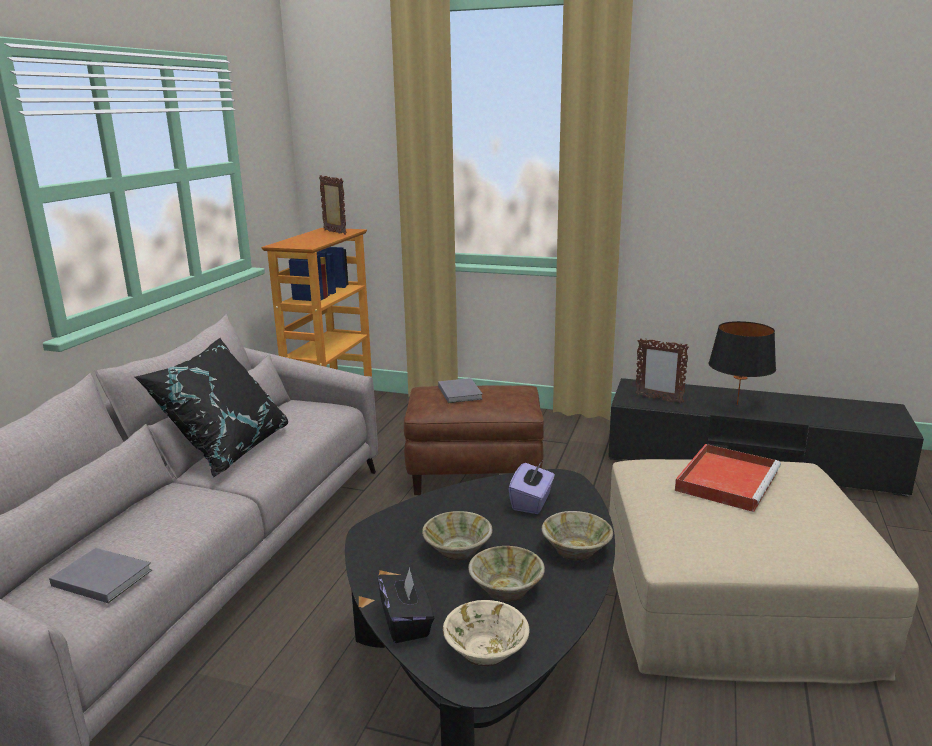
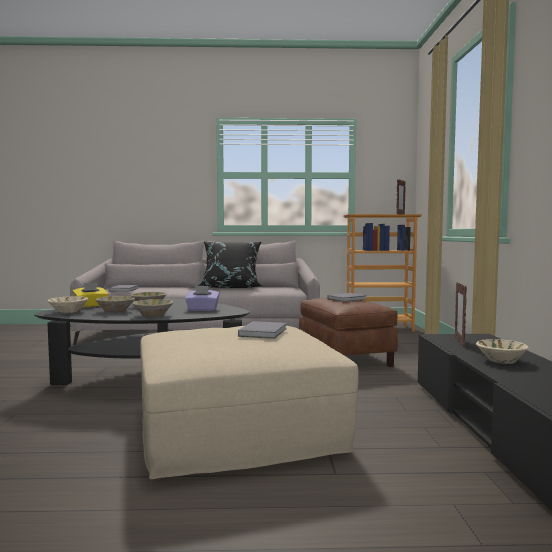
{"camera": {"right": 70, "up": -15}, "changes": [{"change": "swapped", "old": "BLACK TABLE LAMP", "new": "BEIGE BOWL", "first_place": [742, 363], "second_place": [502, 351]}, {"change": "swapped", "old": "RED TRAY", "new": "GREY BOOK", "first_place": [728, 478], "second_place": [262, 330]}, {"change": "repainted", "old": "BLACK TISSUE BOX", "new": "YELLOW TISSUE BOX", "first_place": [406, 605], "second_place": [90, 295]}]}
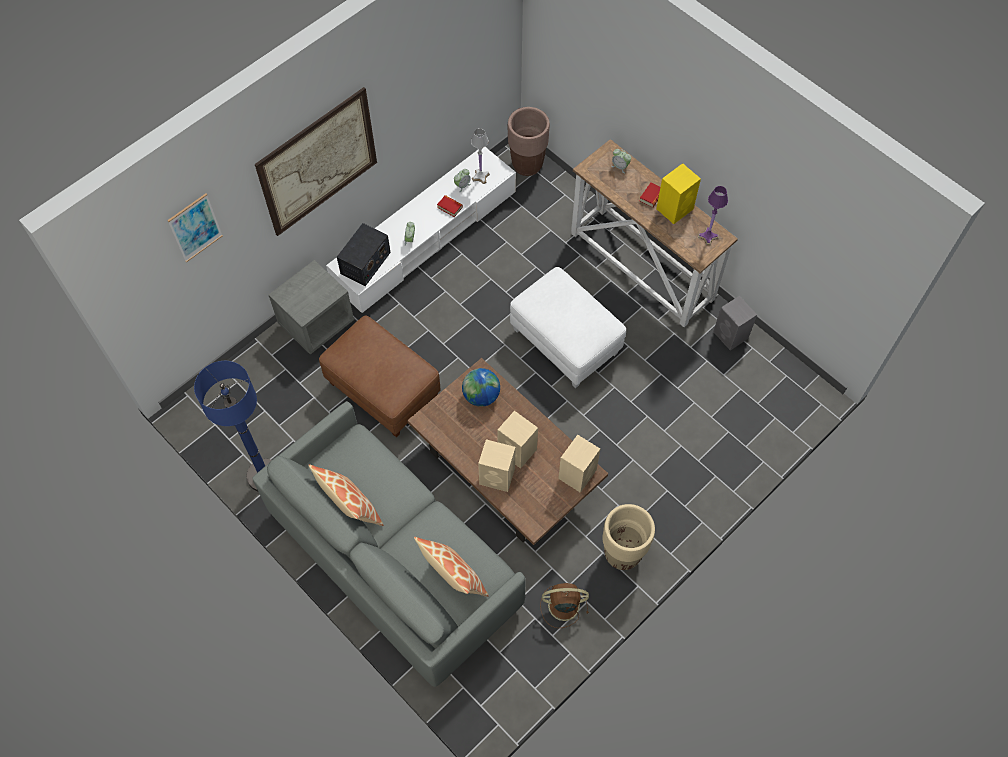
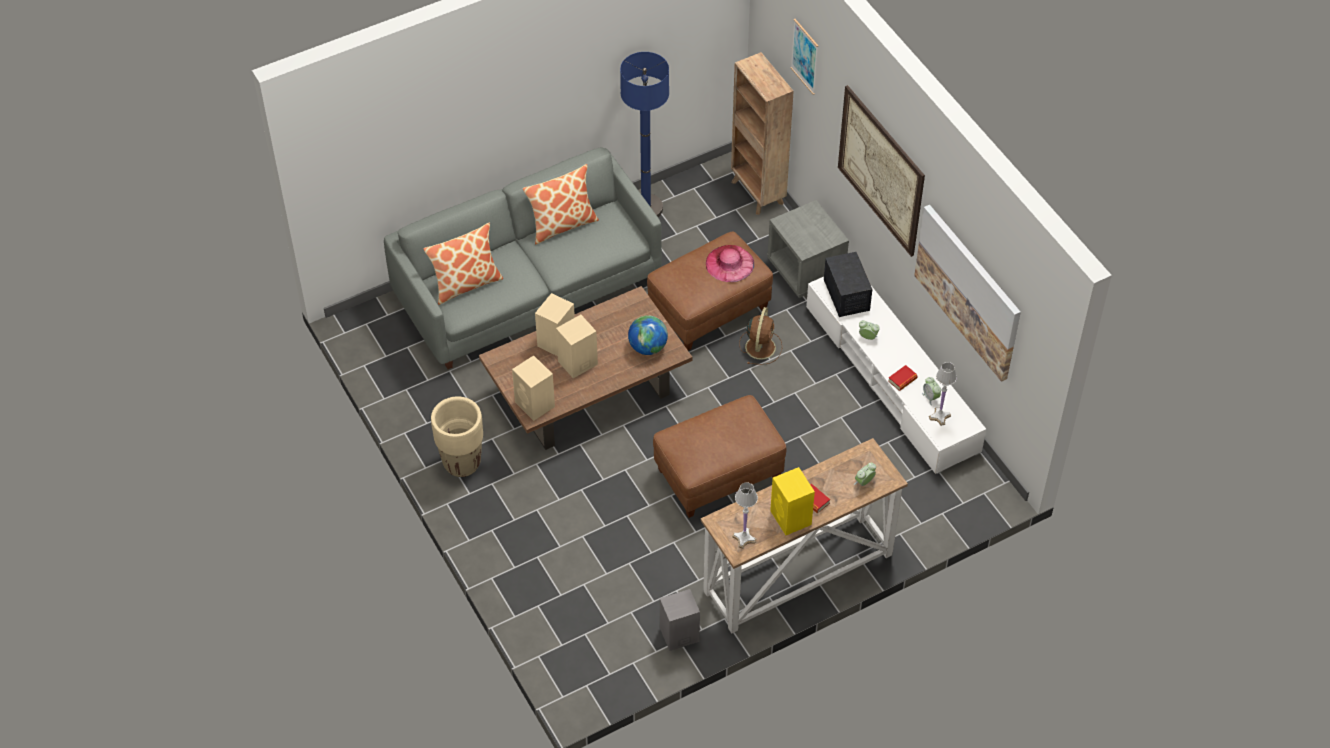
{"camera": {"right": 105, "up": -10}, "changes": [{"change": "gone", "old": "BROWN PLANTER", "first_place": [529, 141]}, {"change": "repainted", "old": "PURPLE TABLE LAMP", "new": "WHITE TABLE LAMP", "first_place": [713, 215], "second_place": [745, 515]}, {"change": "rotated", "old": "RADIO", "first_place": [364, 254], "second_place": [848, 284], "degrees": -150}, {"change": "repainted", "old": "WHITE OTTOMAN", "new": "BROWN OTTOMAN", "first_place": [568, 327], "second_place": [719, 456]}, {"change": "shifted", "old": "BROWN FAN", "first_place": [564, 605], "second_place": [760, 336]}, {"change": "new", "new": "BROWN BOOKCASE", "second_place": [762, 133]}, {"change": "new", "new": "PICTURE", "second_place": [967, 293]}, {"change": "new", "new": "PINK HAT", "second_place": [730, 263]}]}
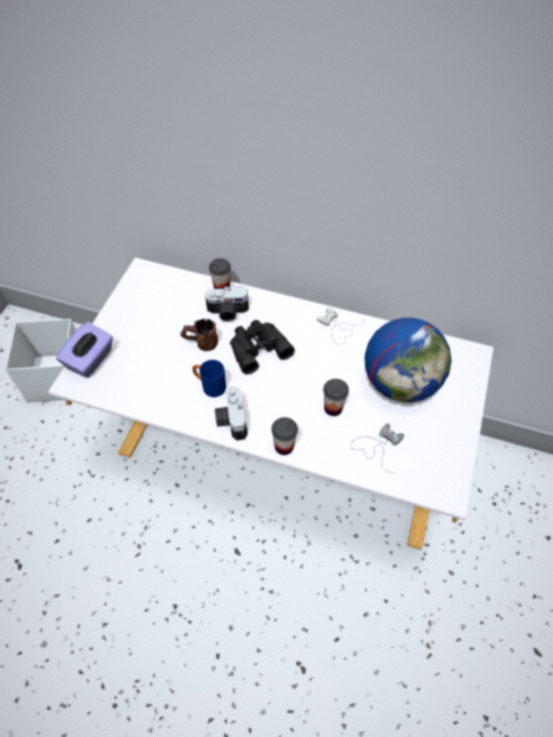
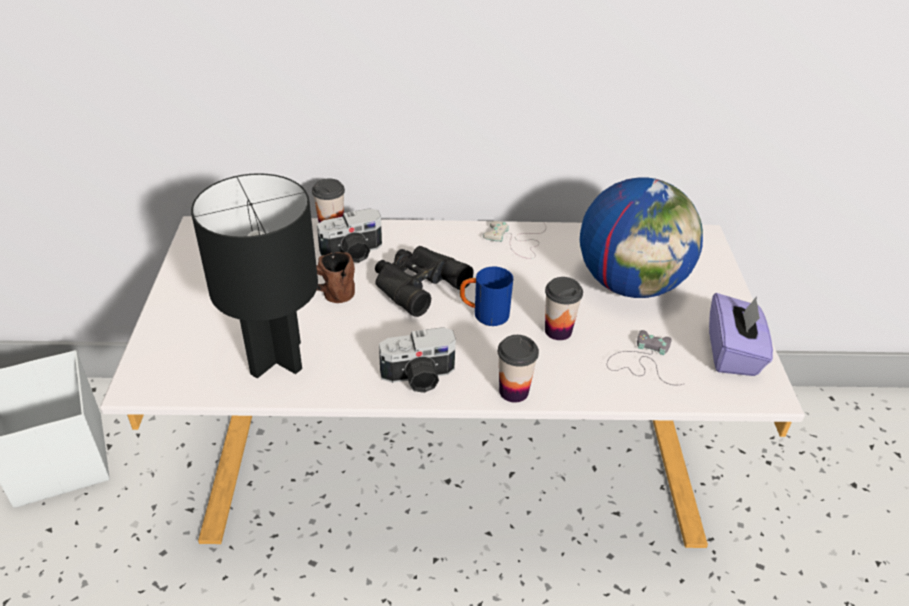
{"camera": {"right": -20, "up": -15}, "changes": [{"change": "shifted", "old": "PURPLE TISSUE BOX", "first_place": [84, 350], "second_place": [741, 334]}, {"change": "shifted", "old": "BLUE MUG", "first_place": [209, 378], "second_place": [486, 296]}, {"change": "rotated", "old": "PHOTO CAMERA", "first_place": [231, 414], "second_place": [417, 360], "degrees": -75}, {"change": "new", "new": "BLACK TABLE LAMP", "second_place": [254, 275]}]}
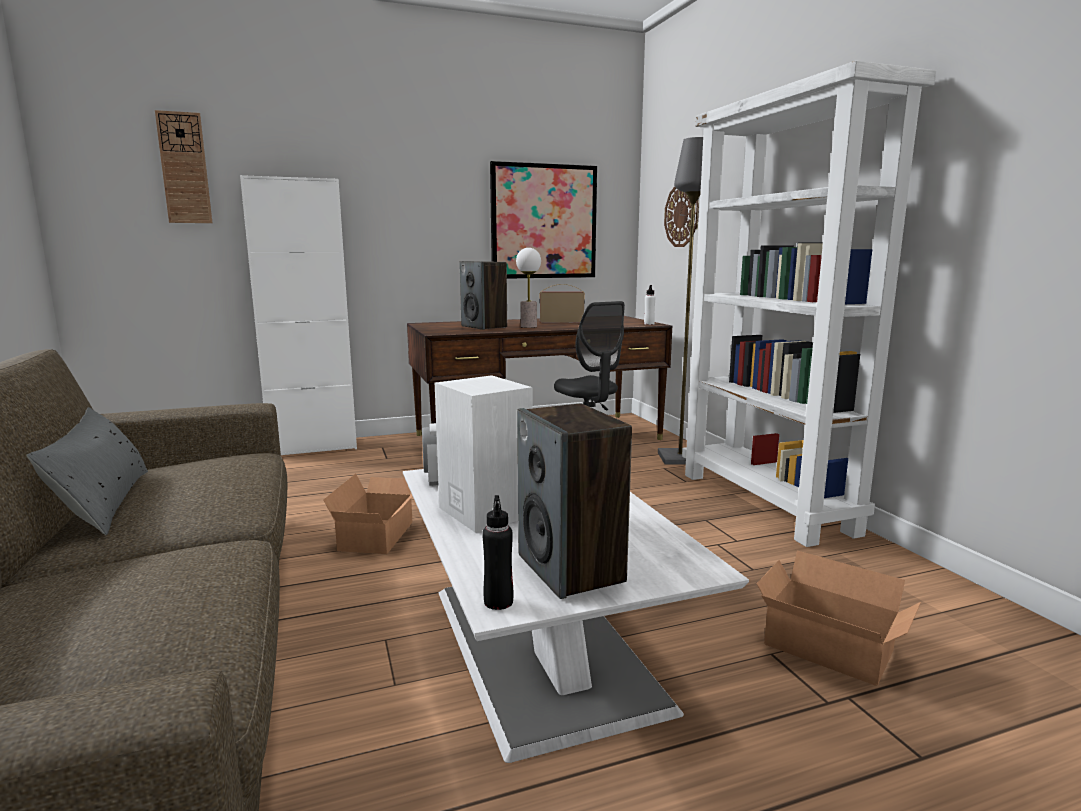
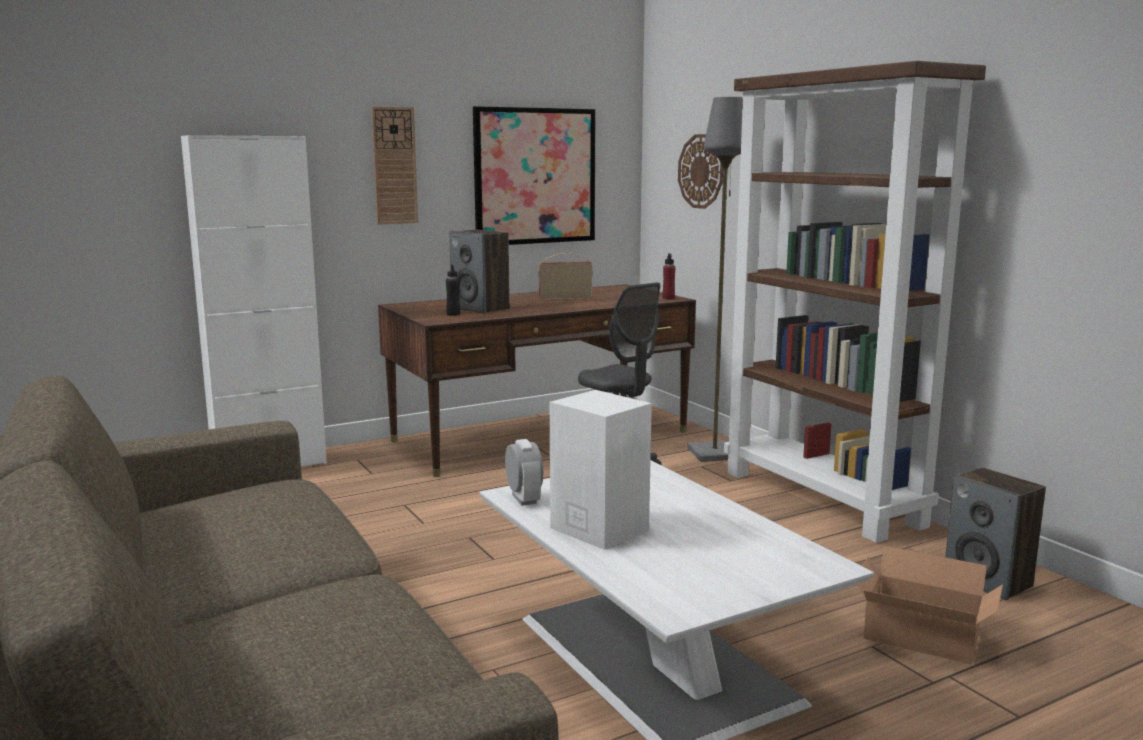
{"camera": {"right": -10, "up": 0}, "changes": [{"change": "repainted", "old": "WHITE BOOKCASE", "new": "BROWN BOOKCASE", "first_place": [809, 304], "second_place": [855, 302]}, {"change": "shifted", "old": "WALL CLOCK", "first_place": [183, 166], "second_place": [394, 165]}, {"change": "gone", "old": "TABLE LAMP", "first_place": [528, 288]}, {"change": "repainted", "old": "WHITE BOTTLE", "new": "RED BOTTLE", "first_place": [650, 305], "second_place": [668, 276]}, {"change": "shifted", "old": "SPEAKER", "first_place": [574, 501], "second_place": [995, 534]}, {"change": "gone", "old": "GREY PILLOW", "first_place": [87, 471]}, {"change": "gone", "old": "CARDBOARD BOX", "first_place": [368, 514]}, {"change": "shifted", "old": "BLACK BOTTLE", "first_place": [498, 552], "second_place": [453, 290]}]}
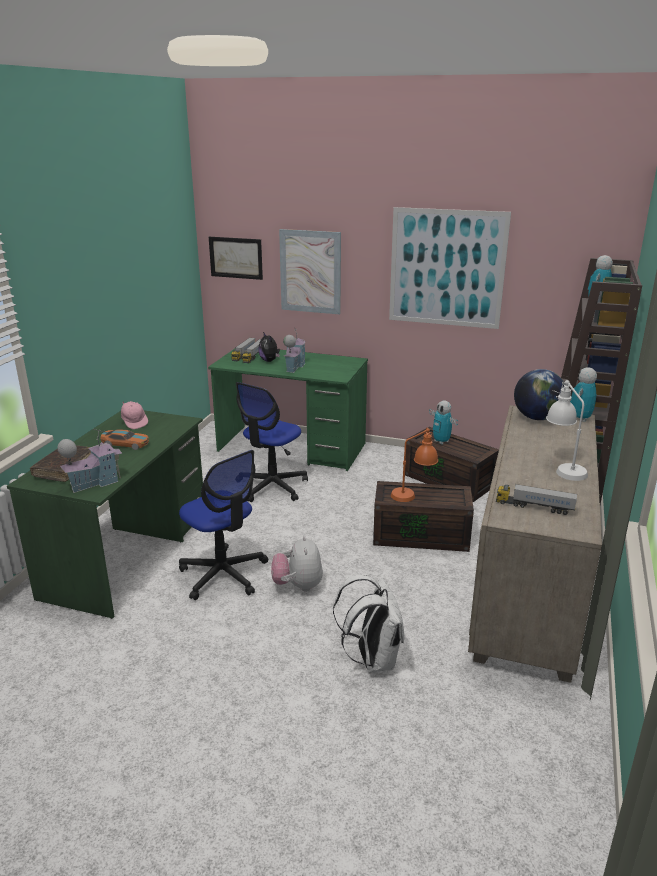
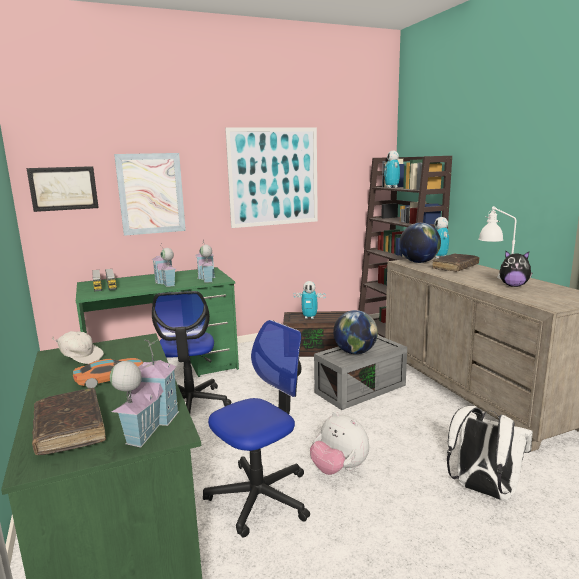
{"camera": {"right": -40, "up": -10}, "changes": [{"change": "shifted", "old": "PLUSH TOY", "first_place": [269, 347], "second_place": [515, 269]}, {"change": "repainted", "old": "PINK CAP", "new": "WHITE CAP", "first_place": [134, 415], "second_place": [77, 347]}, {"change": "swapped", "old": "ORANGE TABLE LAMP", "new": "GLOBE", "first_place": [414, 464], "second_place": [355, 332]}, {"change": "rotated", "old": "OFFICE CHAIR", "first_place": [223, 525], "second_place": [256, 429], "degrees": -45}, {"change": "repainted", "old": "BROWN STORAGE BOX", "new": "GREY STORAGE BOX", "first_place": [423, 516], "second_place": [360, 372]}, {"change": "gone", "old": "TOY TRUCK", "first_place": [536, 499]}, {"change": "new", "new": "TOY HOUSE", "second_place": [205, 261]}, {"change": "new", "new": "BROWN BOOK", "second_place": [455, 262]}]}
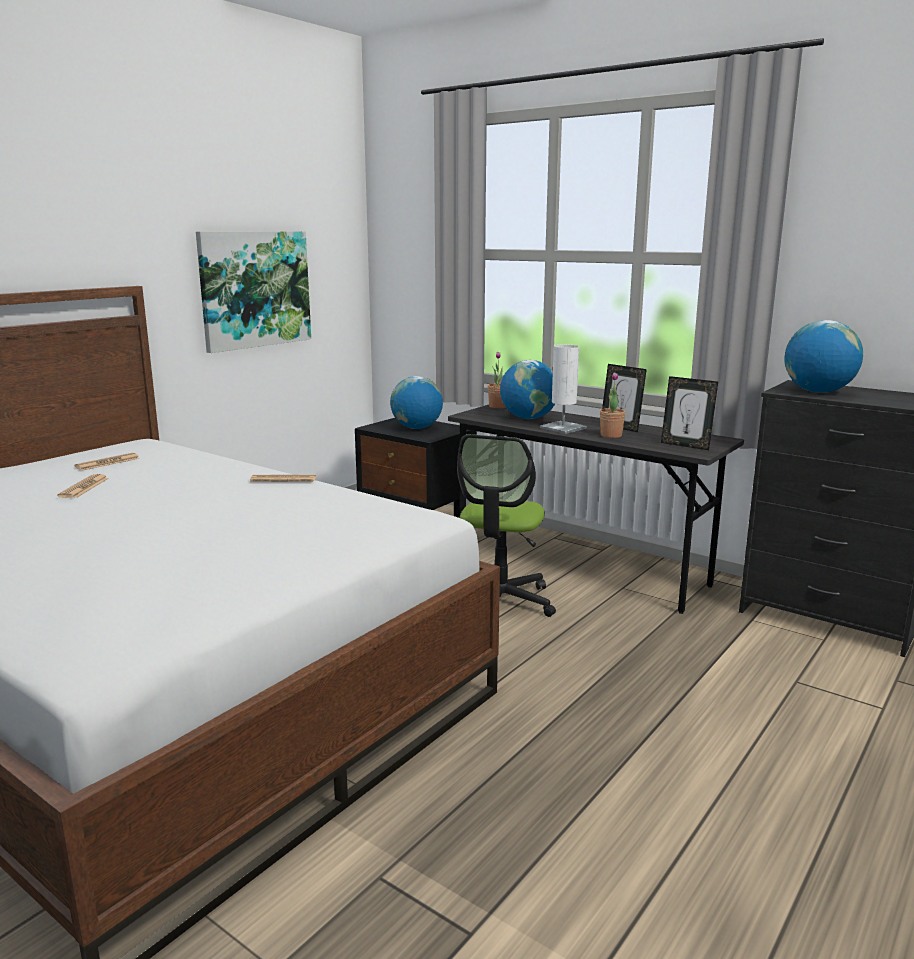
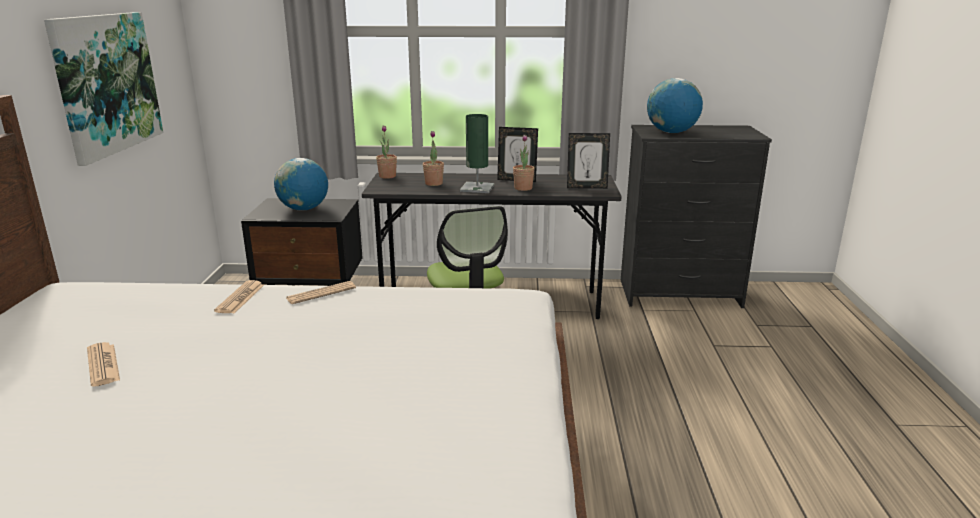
{"camera": {"right": -35, "up": 5}, "changes": [{"change": "repainted", "old": "WHITE TABLE LAMP", "new": "GREEN TABLE LAMP", "first_place": [563, 389], "second_place": [477, 153]}, {"change": "swapped", "old": "GLOBE", "new": "POTTED PLANT", "first_place": [527, 389], "second_place": [433, 158]}, {"change": "shifted", "old": "NEWSPAPER", "first_place": [107, 461], "second_place": [239, 297]}]}
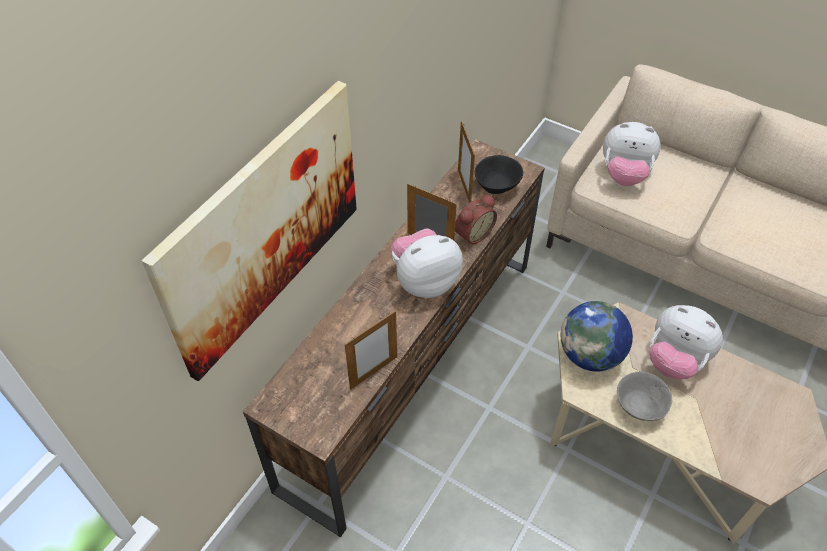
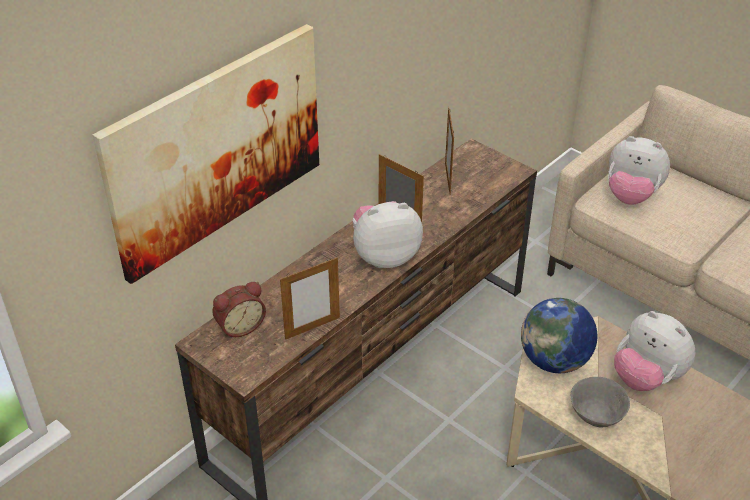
{"camera": {"right": 10, "up": -10}, "changes": [{"change": "gone", "old": "BLACK BOWL", "first_place": [499, 174]}, {"change": "shifted", "old": "ALARM CLOCK", "first_place": [476, 220], "second_place": [239, 310]}]}
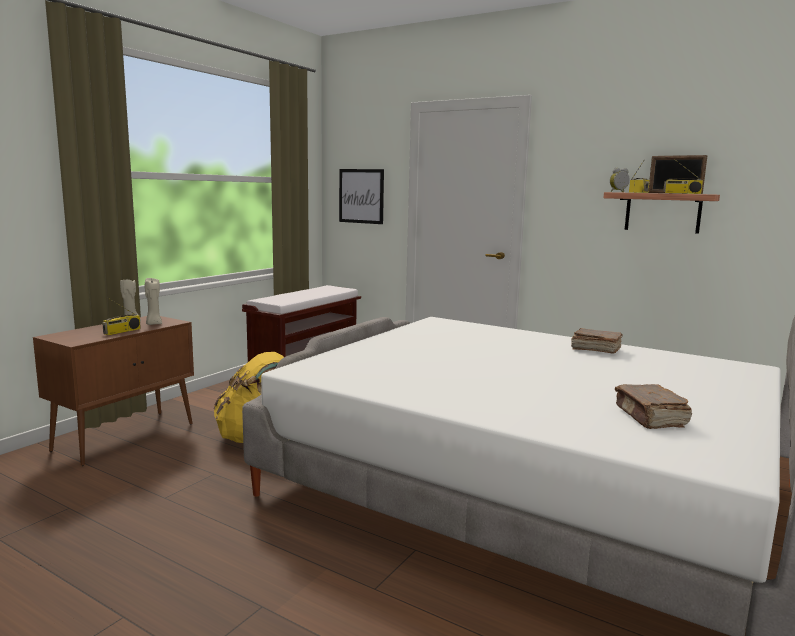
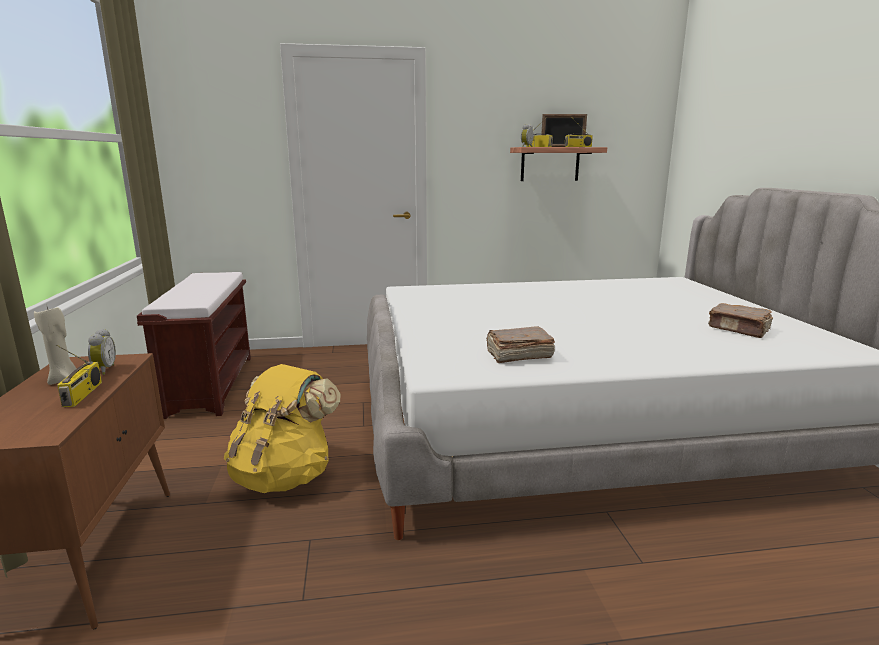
{"camera": {"right": -40, "up": 5}, "changes": [{"change": "gone", "old": "PICTURE", "first_place": [361, 196]}, {"change": "swapped", "old": "BEIGE CANDLE", "new": "ALARM CLOCK", "first_place": [153, 301], "second_place": [102, 352]}, {"change": "shifted", "old": "BROWN BOOK", "first_place": [597, 341], "second_place": [520, 344]}]}
